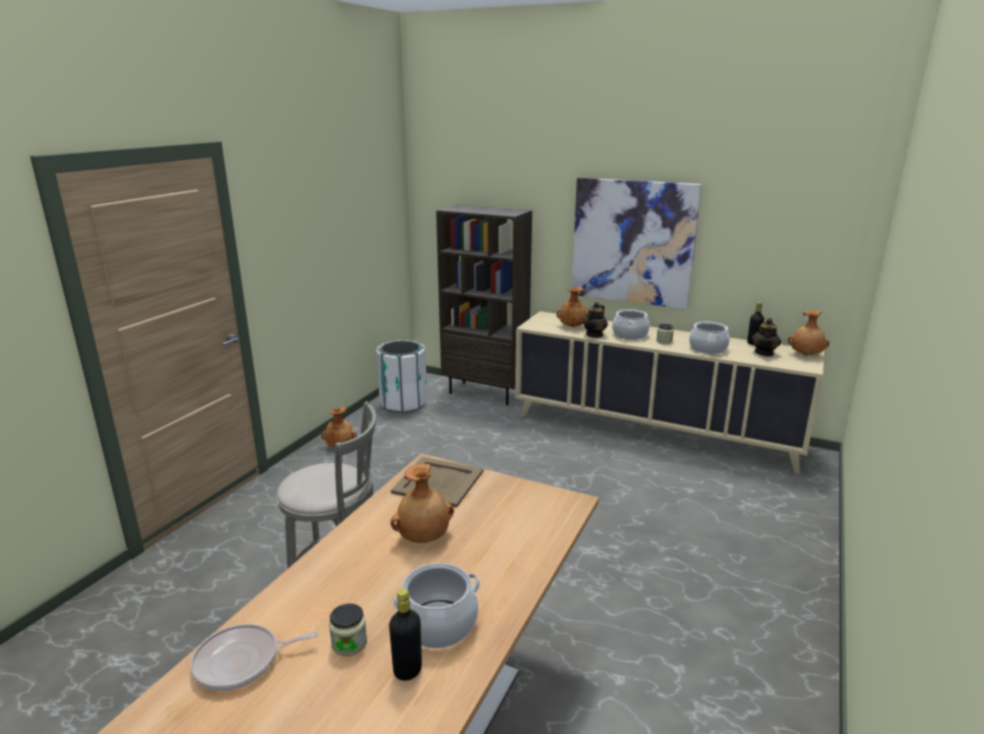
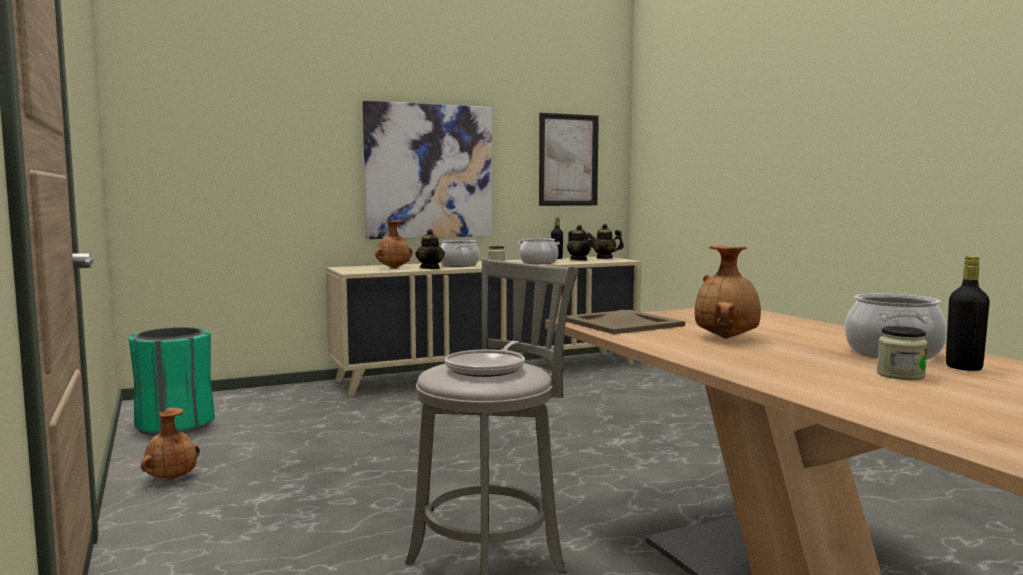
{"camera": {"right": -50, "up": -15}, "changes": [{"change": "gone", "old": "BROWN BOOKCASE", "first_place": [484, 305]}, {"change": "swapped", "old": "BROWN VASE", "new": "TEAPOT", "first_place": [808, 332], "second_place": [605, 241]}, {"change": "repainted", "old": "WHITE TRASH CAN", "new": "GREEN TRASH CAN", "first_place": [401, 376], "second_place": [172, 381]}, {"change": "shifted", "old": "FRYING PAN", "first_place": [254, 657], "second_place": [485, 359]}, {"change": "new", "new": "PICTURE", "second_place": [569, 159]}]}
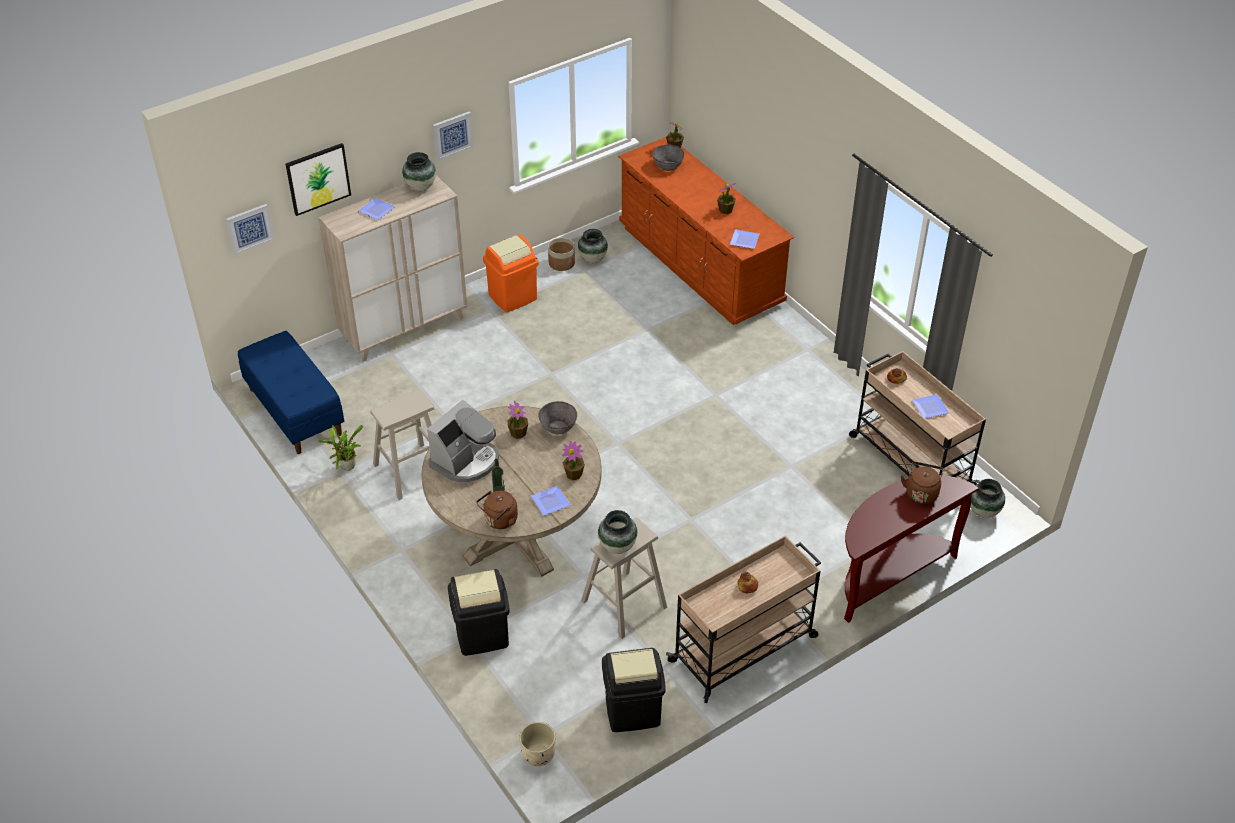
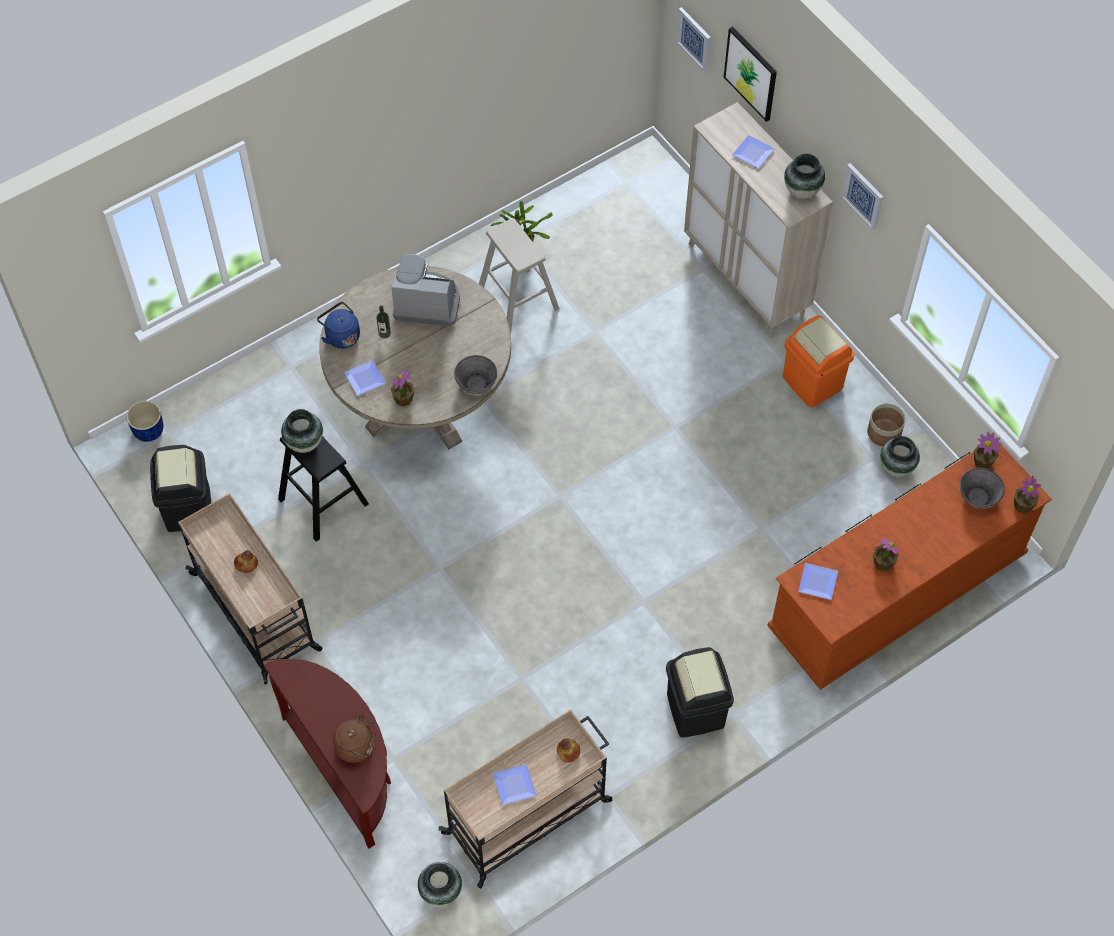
{"camera": {"right": 90, "up": 15}, "changes": [{"change": "gone", "old": "BLUE BENCH", "first_place": [291, 392]}, {"change": "rotated", "old": "COFFEE MACHINE", "first_place": [463, 441], "second_place": [425, 290], "degrees": 150}, {"change": "shifted", "old": "POTTED PLANT", "first_place": [517, 420], "second_place": [988, 450]}, {"change": "repainted", "old": "BROWN KETTLE", "new": "BLUE KETTLE", "first_place": [497, 510], "second_place": [338, 325]}, {"change": "repainted", "old": "BEIGE STOOL", "new": "BLACK STOOL", "first_place": [624, 578], "second_place": [323, 489]}, {"change": "shifted", "old": "BLACK TRASH CAN", "first_place": [479, 612], "second_place": [700, 692]}, {"change": "repainted", "old": "BEIGE PLANTER", "new": "BLUE PLANTER", "first_place": [537, 744], "second_place": [145, 421]}]}
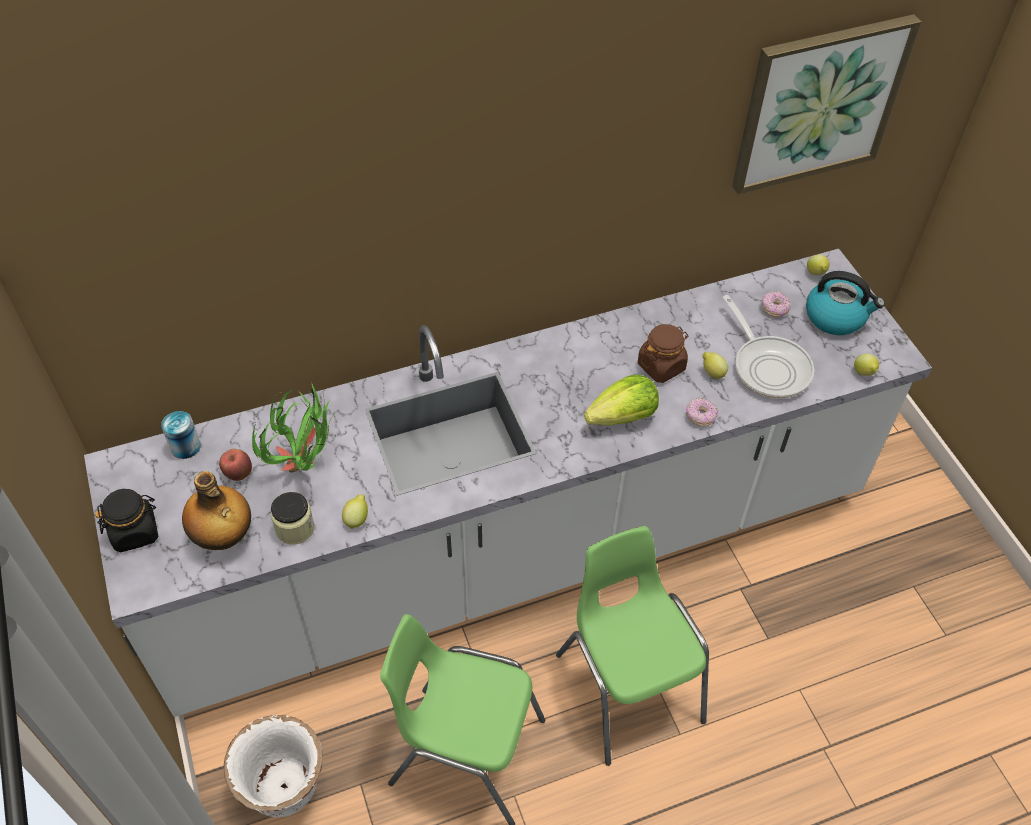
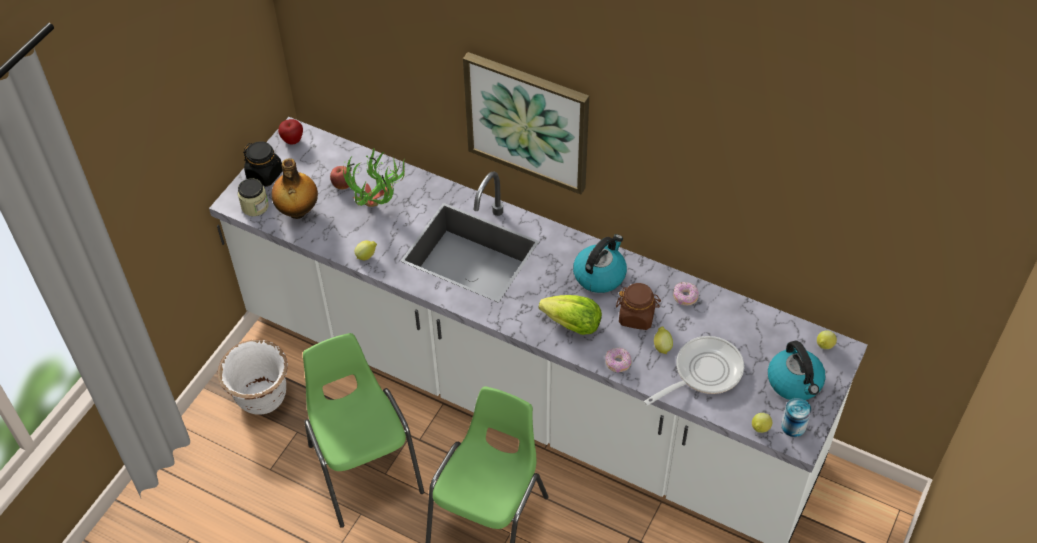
{"camera": {"right": 50, "up": 0}, "changes": [{"change": "shifted", "old": "PICTURE", "first_place": [826, 104], "second_place": [526, 123]}, {"change": "shifted", "old": "DONUT", "first_place": [776, 304], "second_place": [685, 294]}, {"change": "rotated", "old": "FRYING PAN", "first_place": [768, 347], "second_place": [694, 371], "degrees": -150}, {"change": "shifted", "old": "CAN", "first_place": [181, 435], "second_place": [796, 417]}, {"change": "shifted", "old": "JAR", "first_place": [293, 518], "second_place": [253, 197]}, {"change": "new", "new": "APPLE", "second_place": [290, 132]}, {"change": "new", "new": "KETTLE", "second_place": [600, 263]}]}
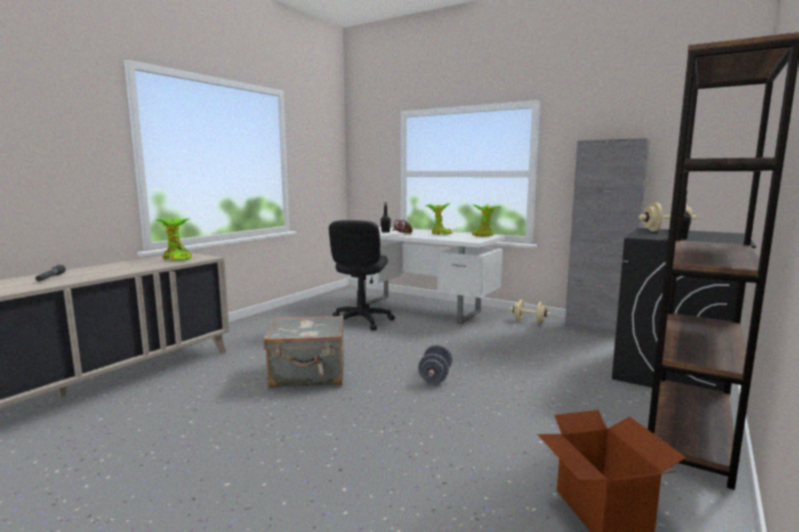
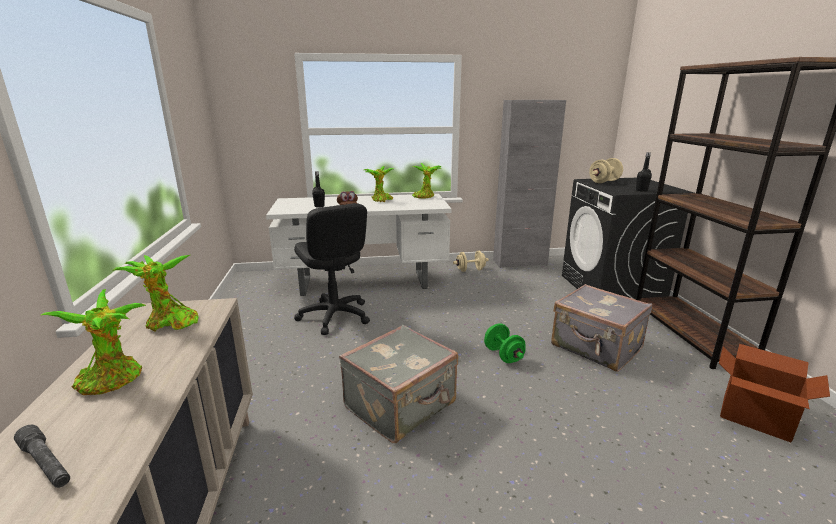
{"camera": {"right": -40, "up": 10}, "changes": [{"change": "repainted", "old": "GREY DUMBBELL", "new": "GREEN DUMBBELL", "first_place": [435, 364], "second_place": [505, 343]}, {"change": "new", "new": "GREY SUITCASE", "second_place": [601, 328]}, {"change": "new", "new": "POTTED PLANT", "second_place": [93, 342]}]}
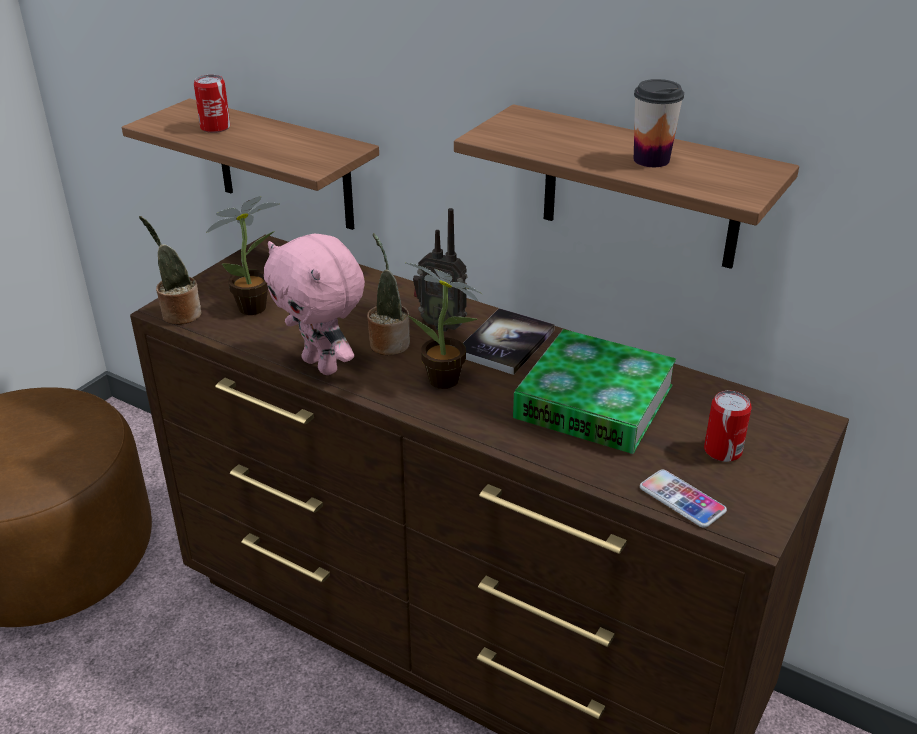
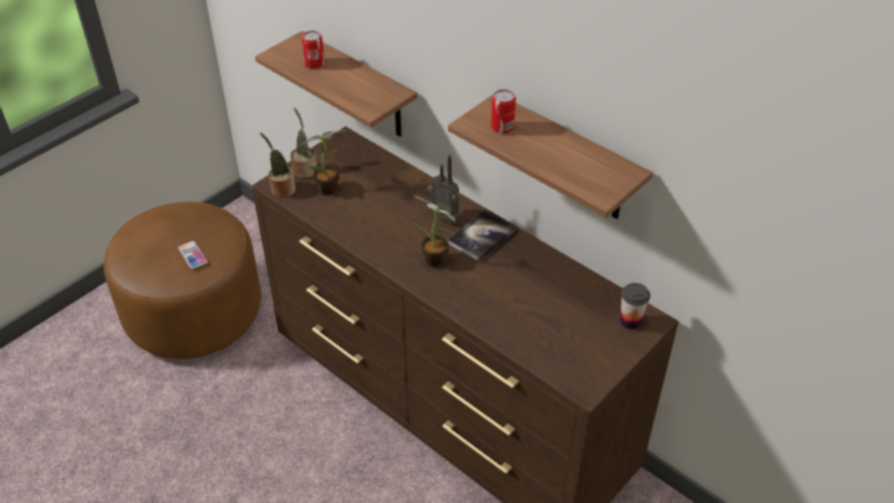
{"camera": {"right": 10, "up": 10}, "changes": [{"change": "shifted", "old": "CUP", "first_place": [659, 123], "second_place": [635, 306]}, {"change": "shifted", "old": "POTTED PLANT", "first_place": [388, 294], "second_place": [303, 143]}, {"change": "gone", "old": "PINK PLUSH TOY", "first_place": [314, 304]}, {"change": "gone", "old": "BOOK", "first_place": [594, 391]}, {"change": "shifted", "old": "CAN", "first_place": [728, 426], "second_place": [503, 111]}, {"change": "shifted", "old": "PHONE", "first_place": [683, 498], "second_place": [193, 255]}]}
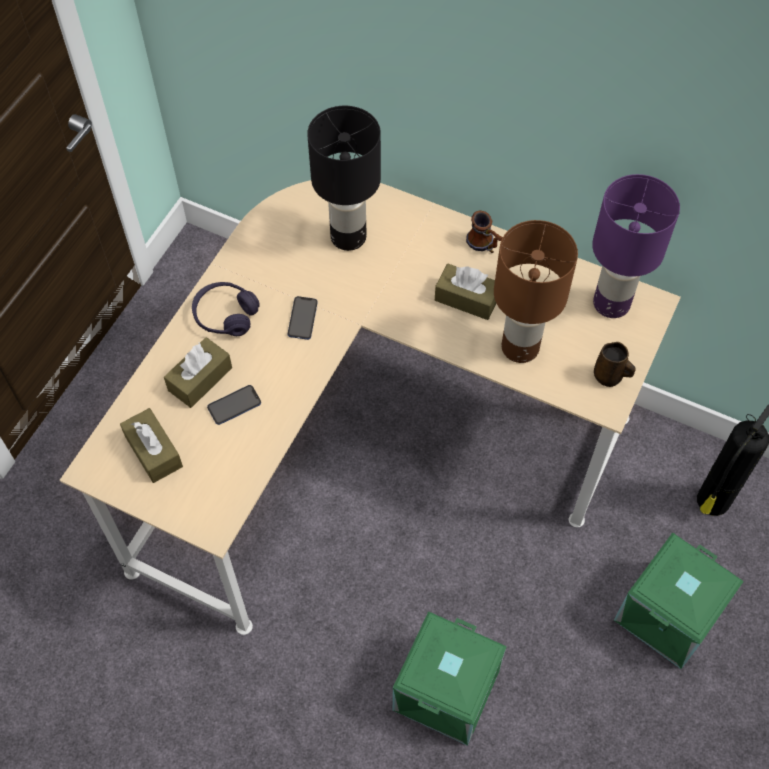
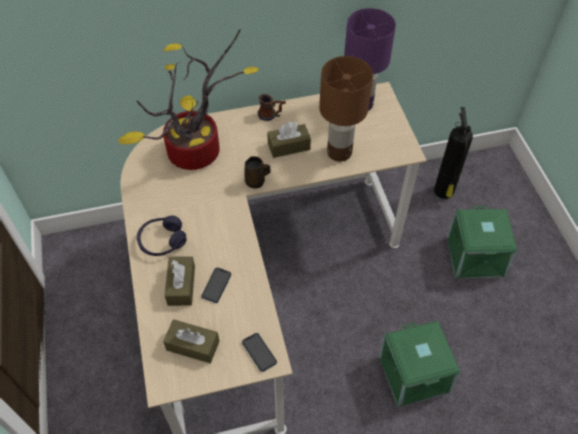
{"camera": {"right": -40, "up": -5}, "changes": [{"change": "swapped", "old": "BLACK TABLE LAMP", "new": "POTTED PLANT", "first_place": [344, 178], "second_place": [189, 99]}, {"change": "shifted", "old": "PHONE", "first_place": [303, 318], "second_place": [259, 352]}, {"change": "shifted", "old": "BROWN MUG", "first_place": [615, 364], "second_place": [258, 172]}]}
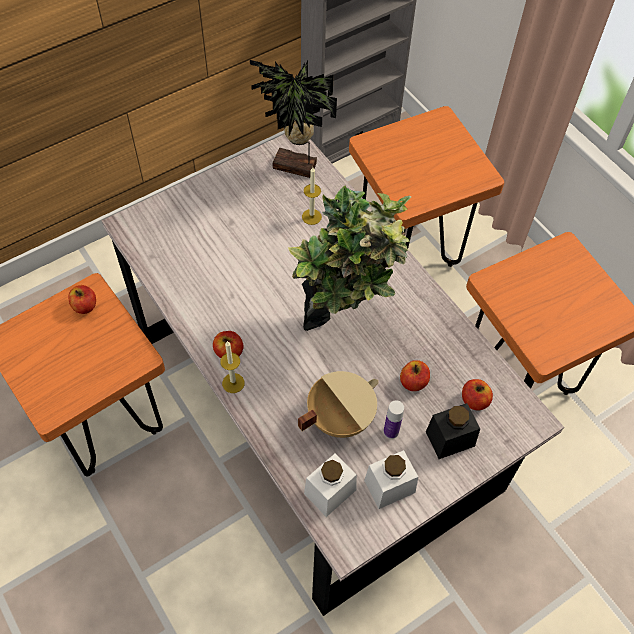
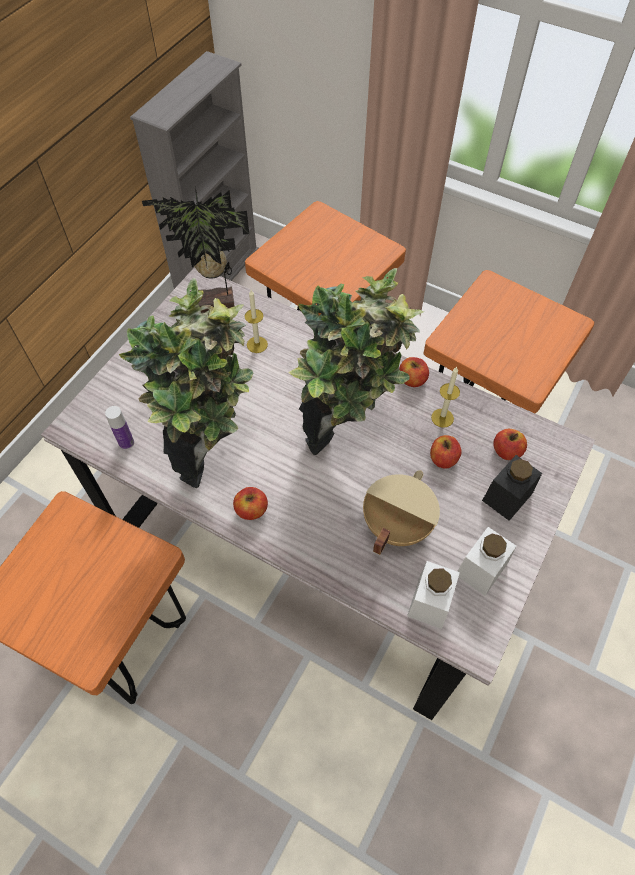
{"camera": {"right": -25, "up": 0}, "changes": [{"change": "shifted", "old": "APPLE", "first_place": [82, 299], "second_place": [414, 372]}, {"change": "shifted", "old": "CANDLE", "first_place": [232, 367], "second_place": [445, 397]}, {"change": "shifted", "old": "BOTTLE", "first_place": [394, 419], "second_place": [119, 428]}, {"change": "new", "new": "POTTED PLANT", "second_place": [186, 383]}]}
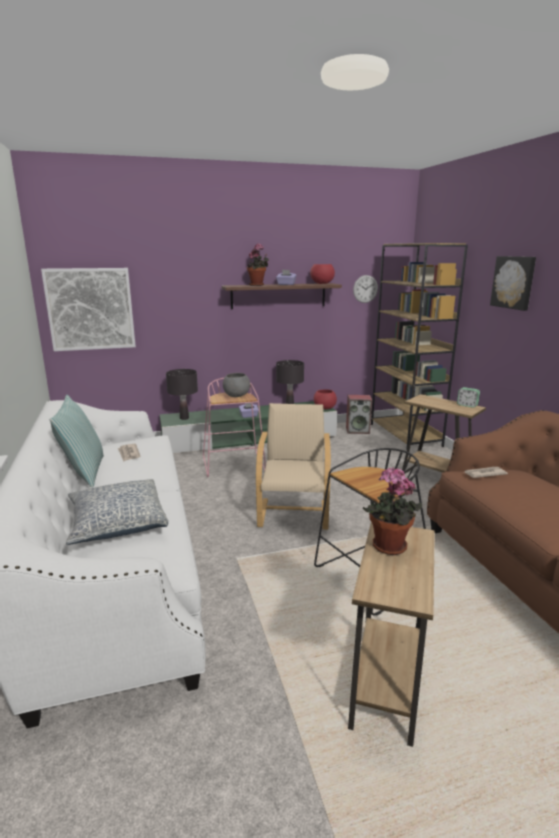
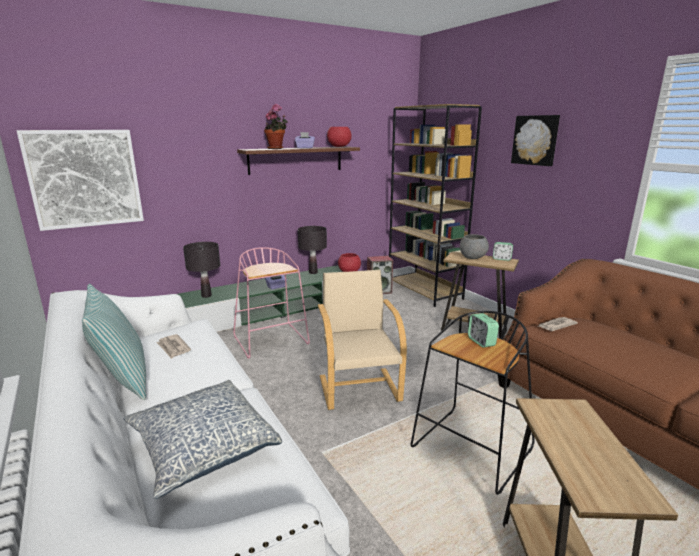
{"camera": {"right": -15, "up": 0}, "changes": [{"change": "gone", "old": "WALL CLOCK", "first_place": [365, 289]}, {"change": "shifted", "old": "GREY BOWL", "first_place": [236, 385], "second_place": [474, 246]}, {"change": "gone", "old": "POTTED PLANT", "first_place": [393, 511]}, {"change": "new", "new": "ALARM CLOCK", "second_place": [483, 330]}]}
